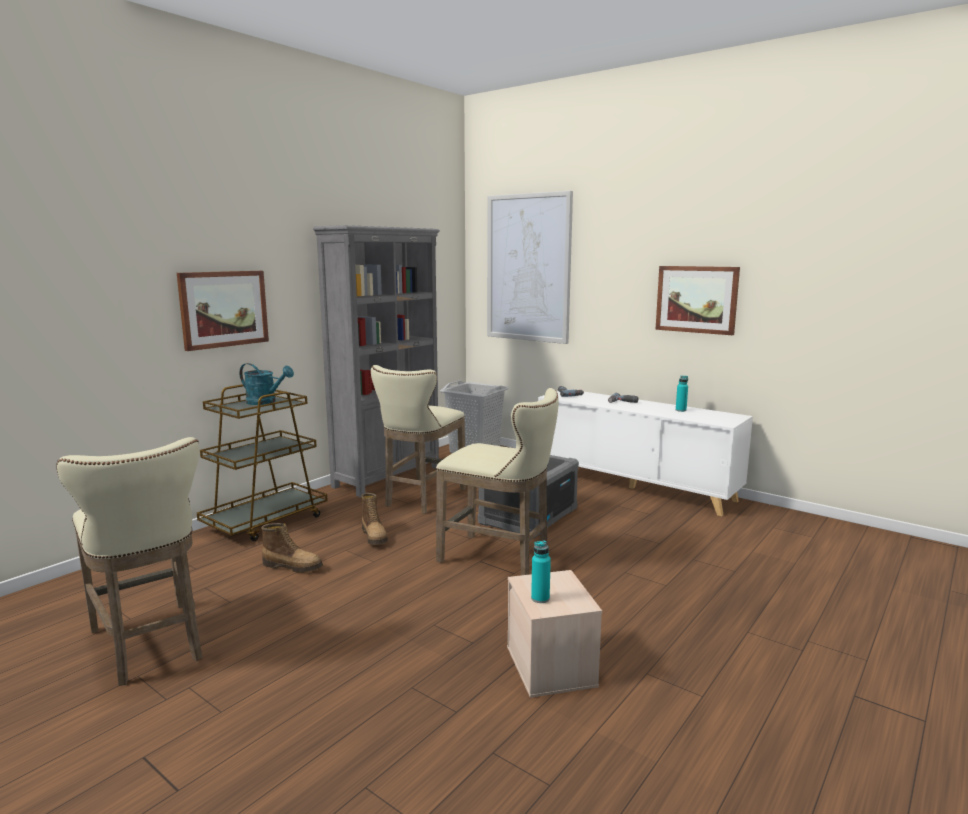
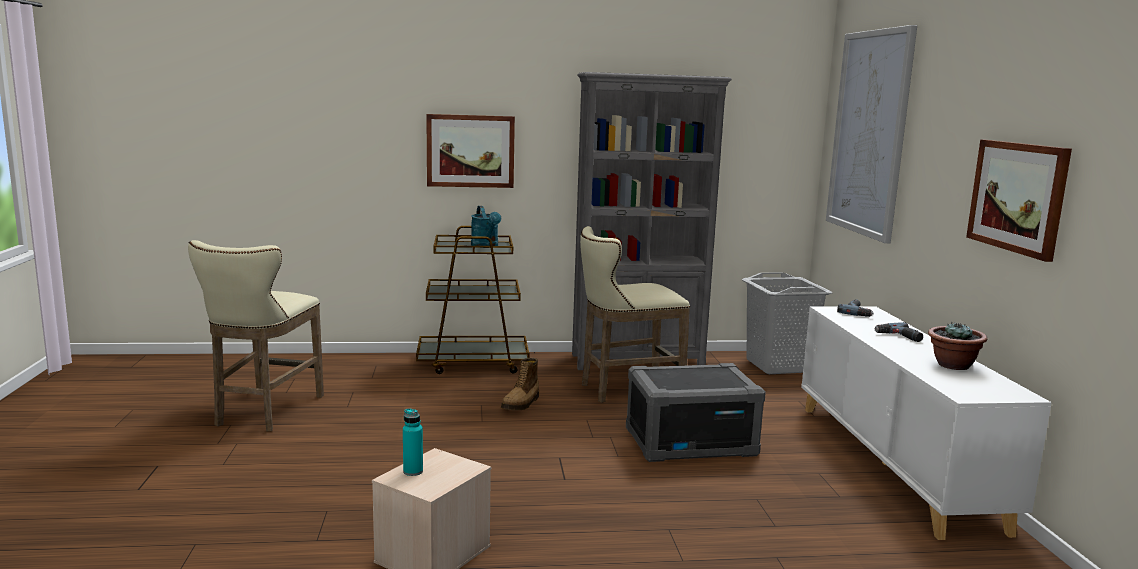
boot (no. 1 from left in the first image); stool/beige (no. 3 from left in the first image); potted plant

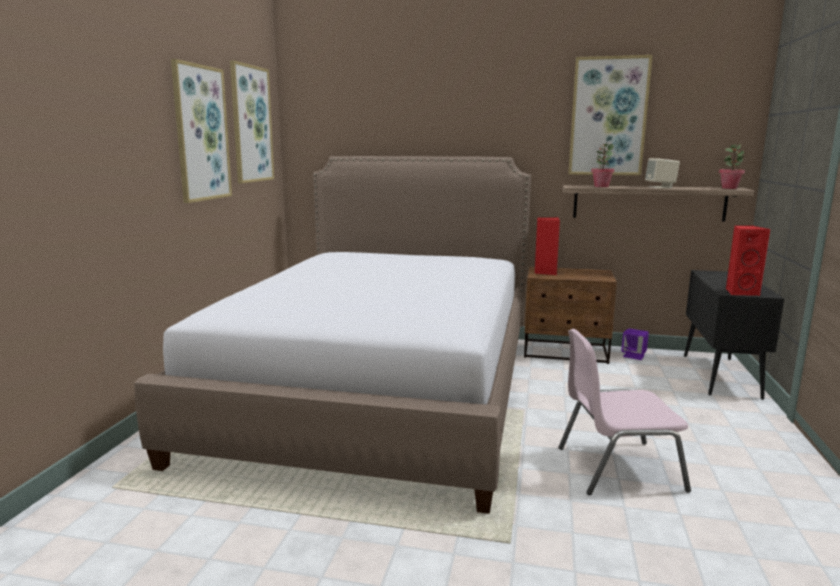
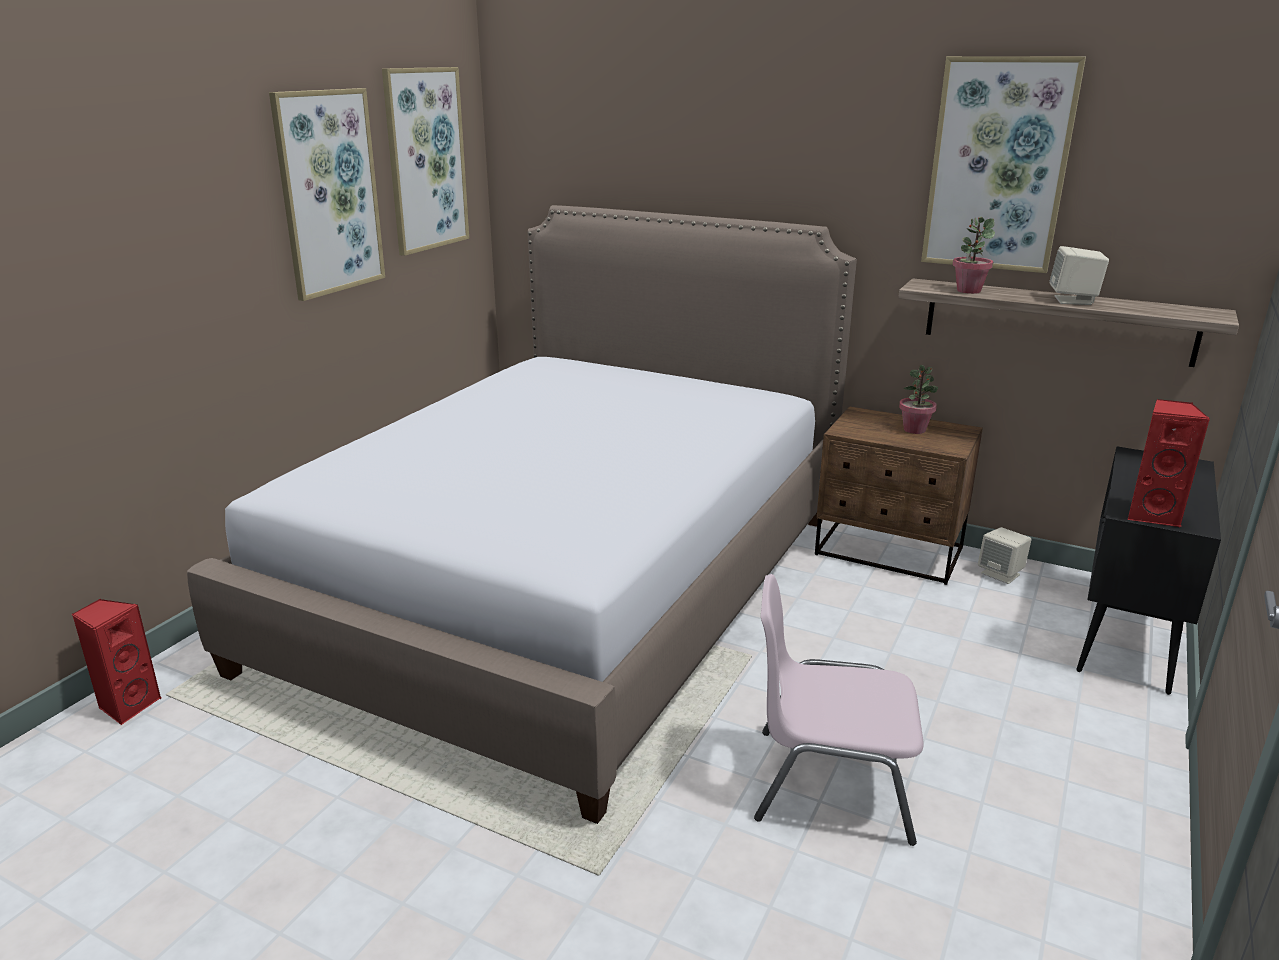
speaker/red (no. 1 from left); speaker/beige (no. 1 from left); potted plant (no. 1 from left)

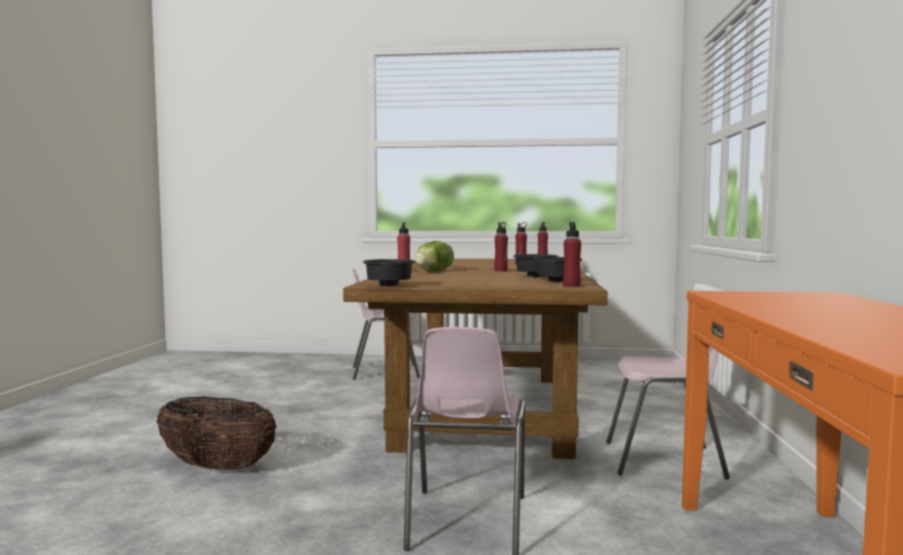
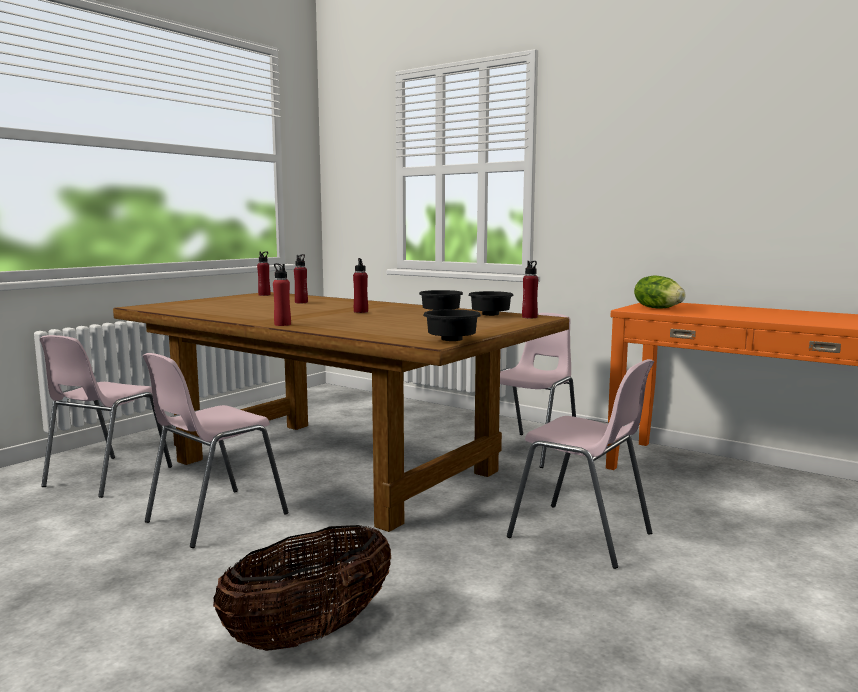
lettuce; chair/pink (no. 2 from left)

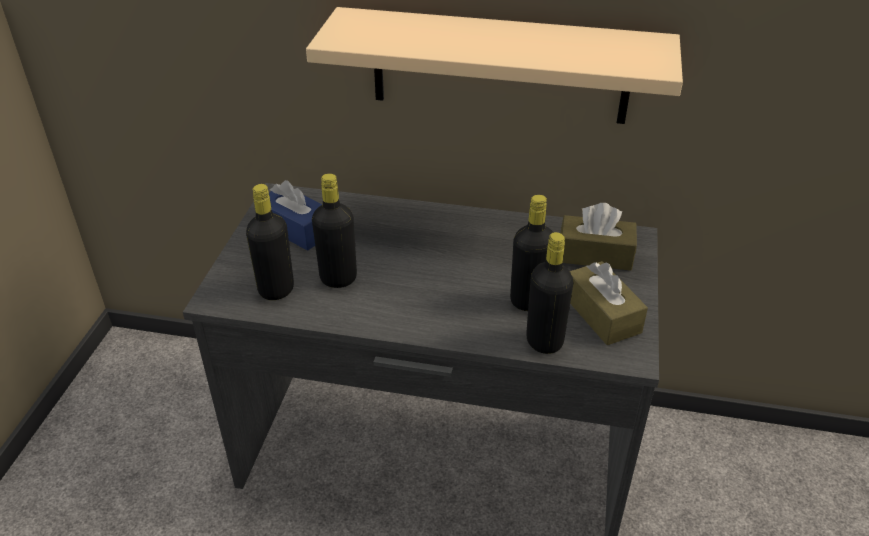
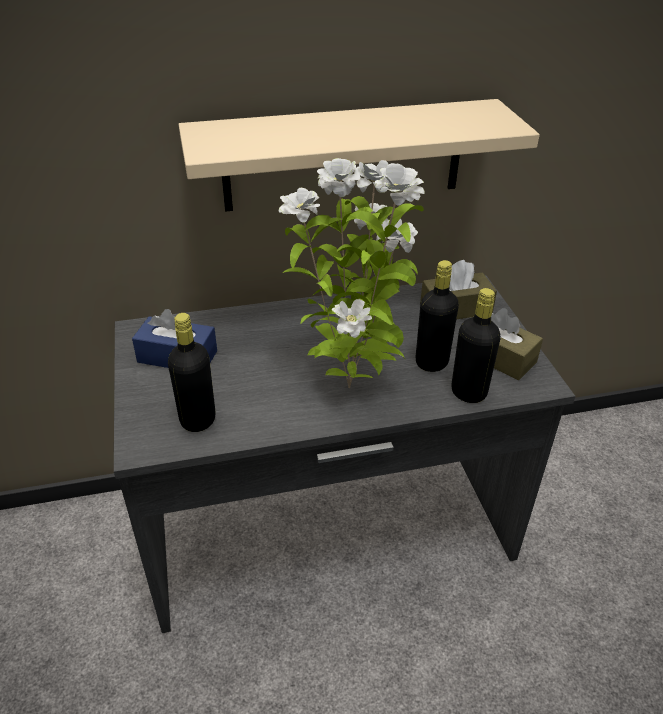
bottle/black (no. 2 from left in the first image); potted plant

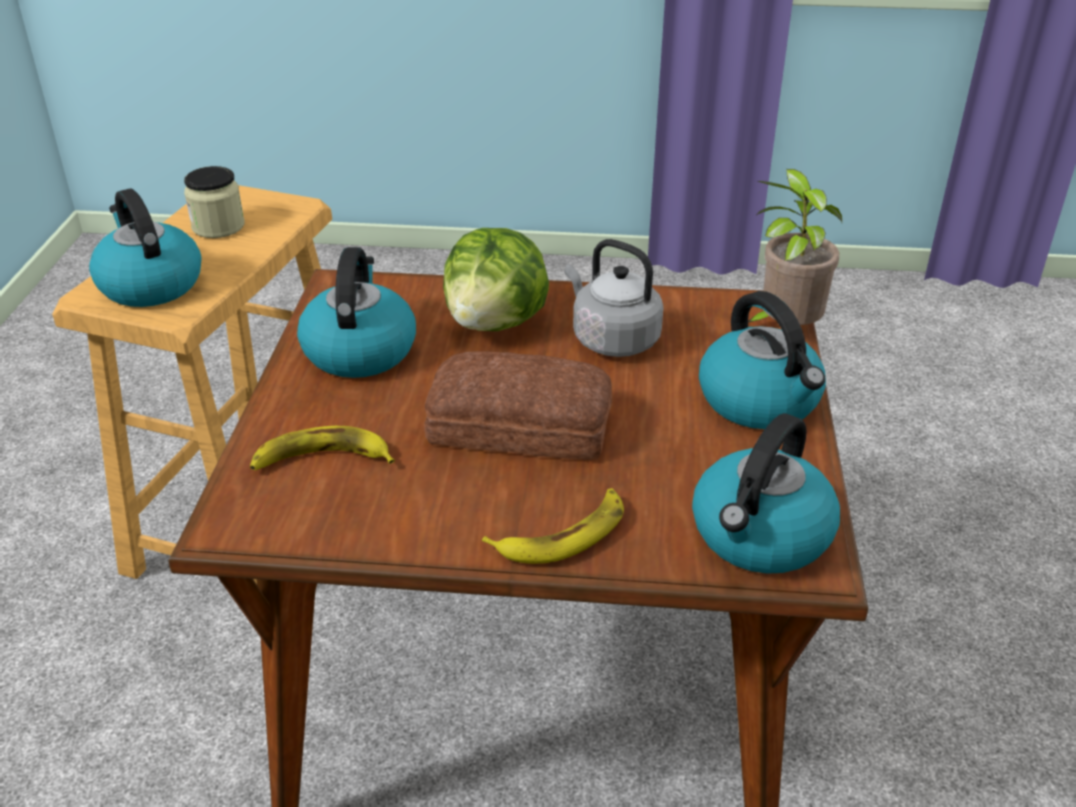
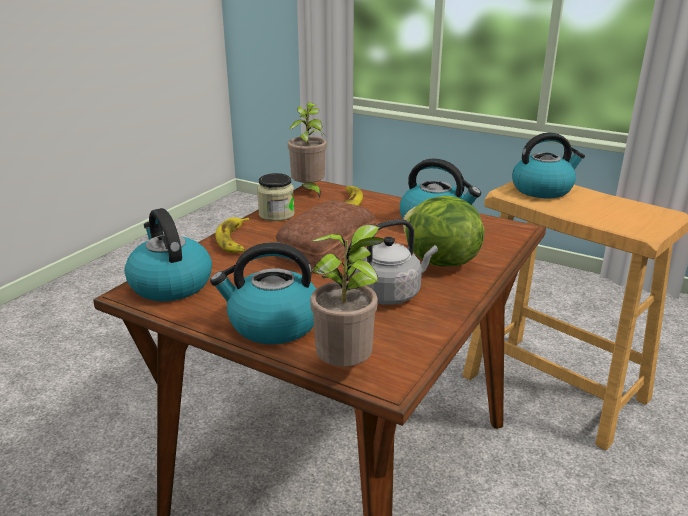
jar; potted plant (no. 1 from left)

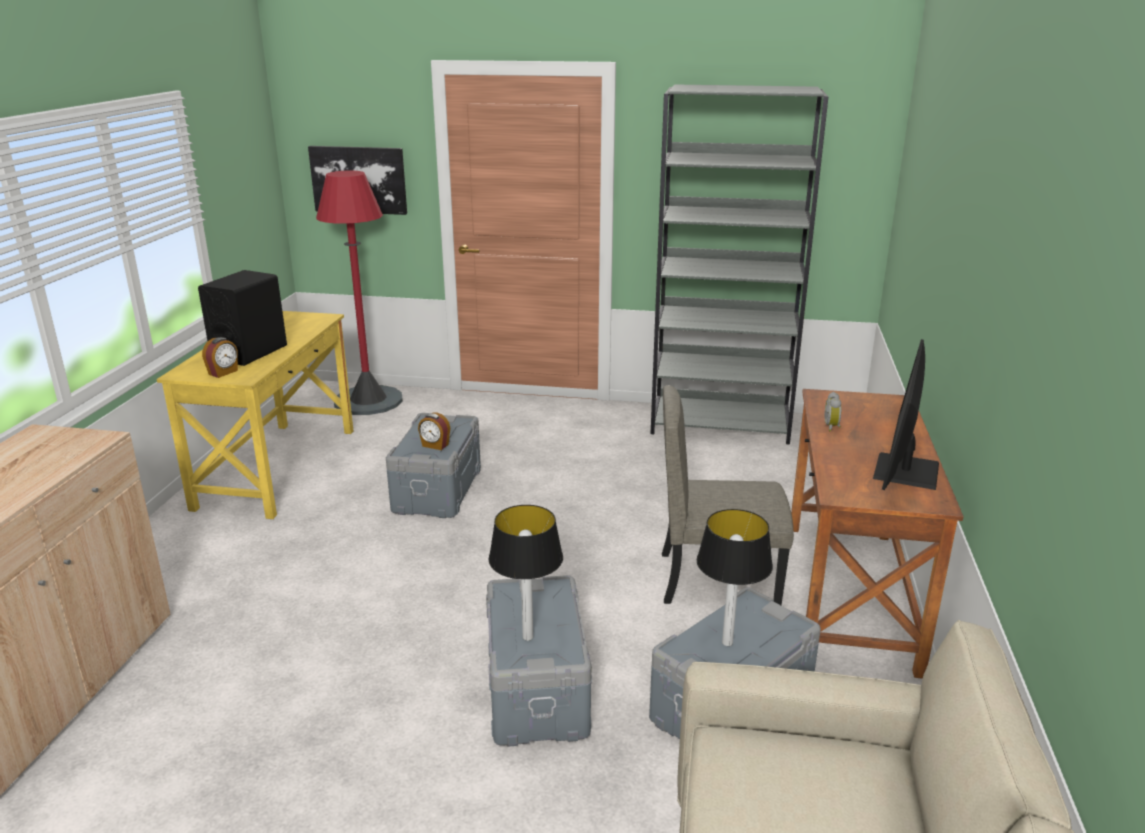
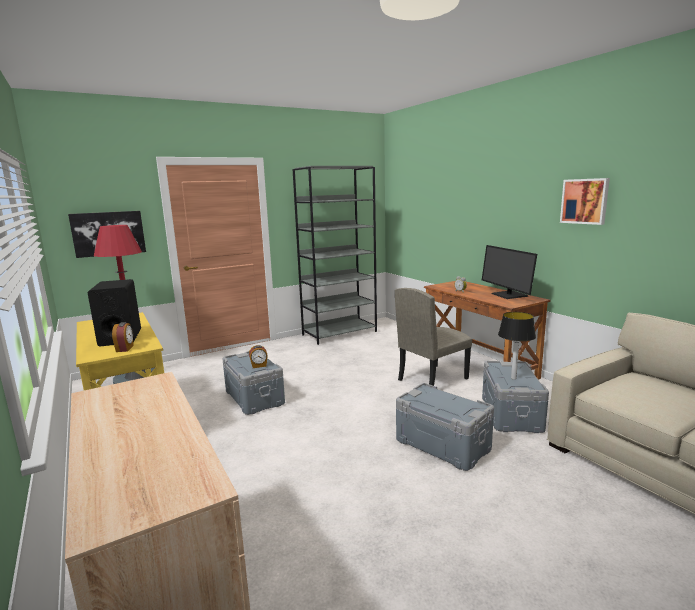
table lamp (no. 1 from left in the first image); picture (no. 2 from left)

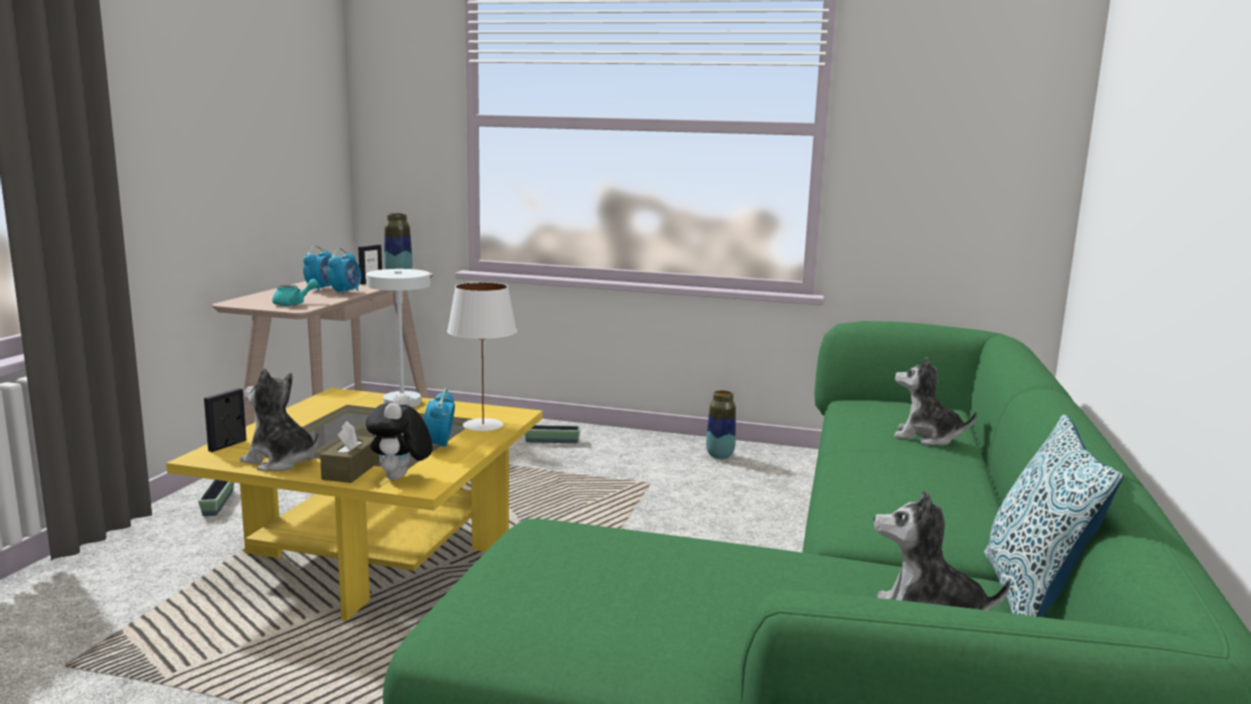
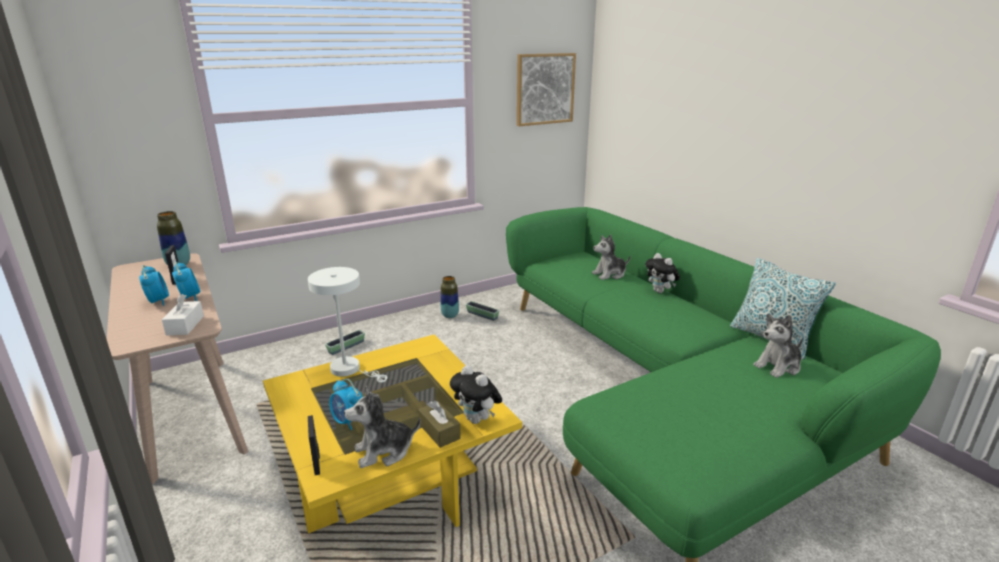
planter (no. 2 from left); tissue box/white; alarm clock (no. 3 from left); table lamp/white (no. 2 from left in the first image); picture; plush toy (no. 4 from left)

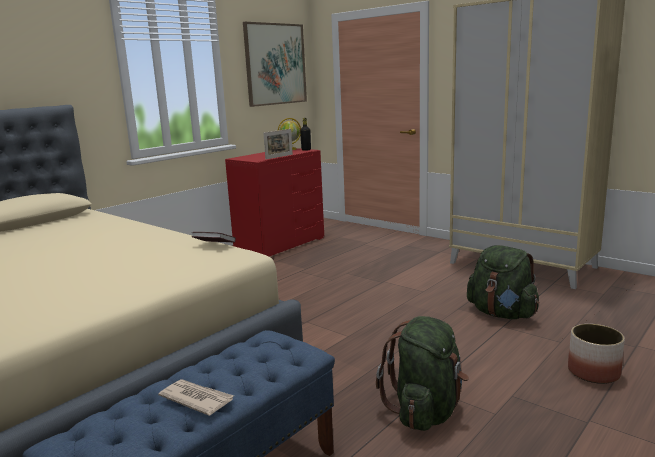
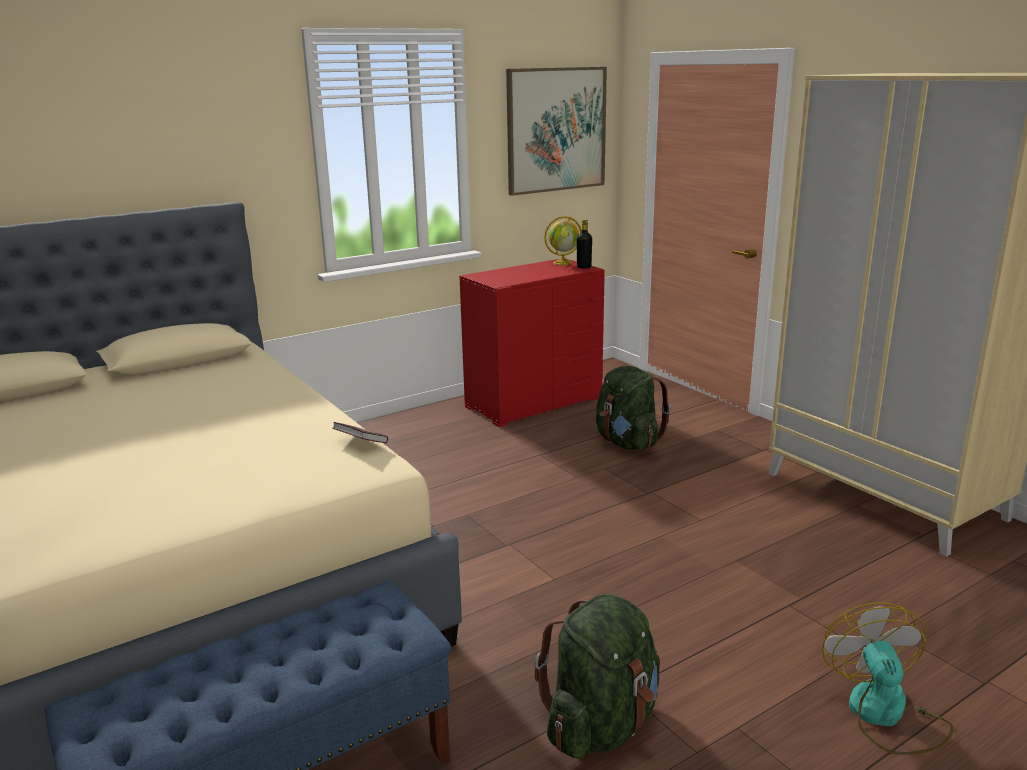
newspaper; picture frame; backpack/green (no. 2 from left); fan

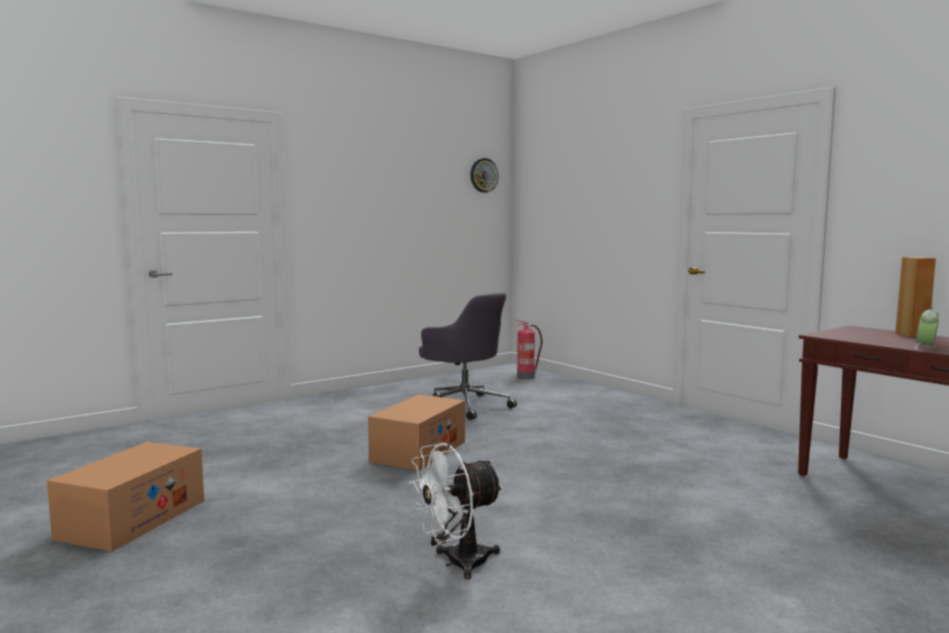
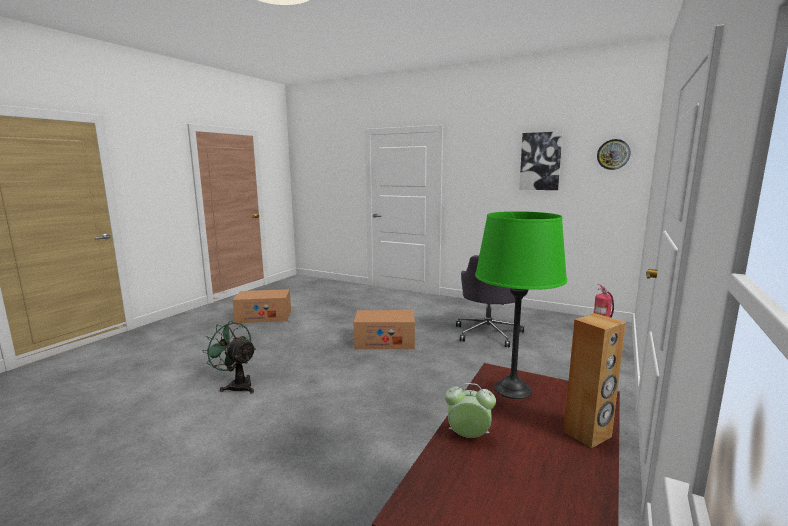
fan/green; table lamp/green; picture

